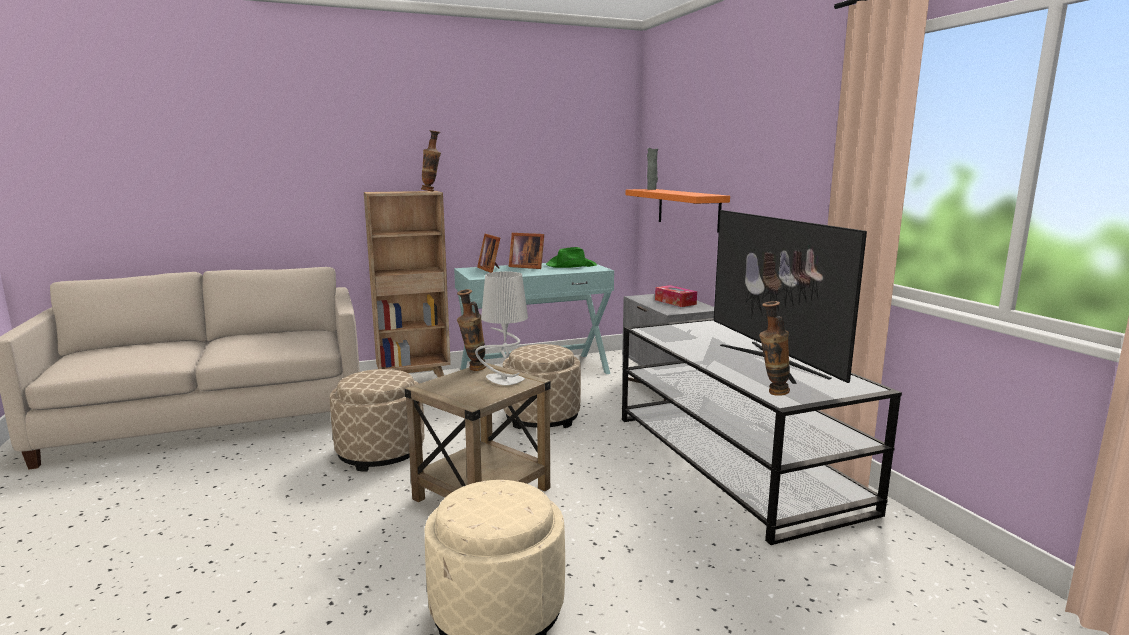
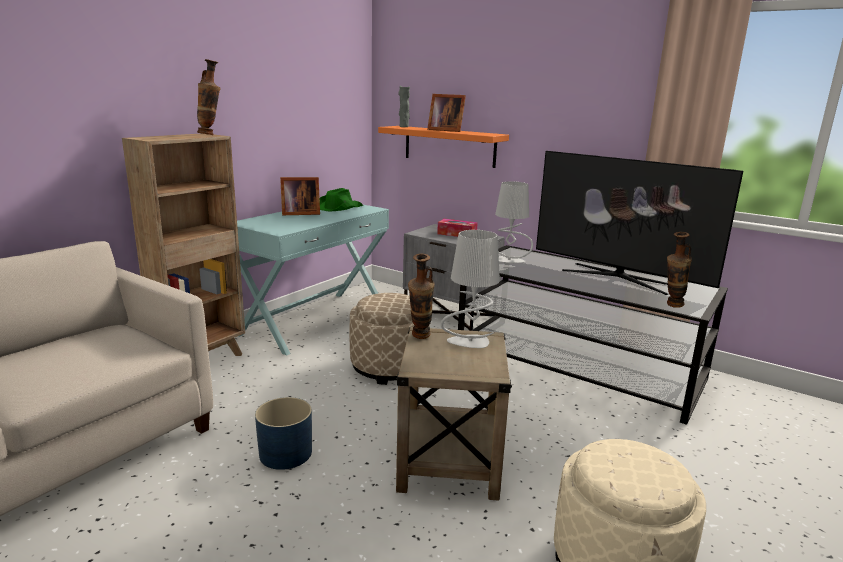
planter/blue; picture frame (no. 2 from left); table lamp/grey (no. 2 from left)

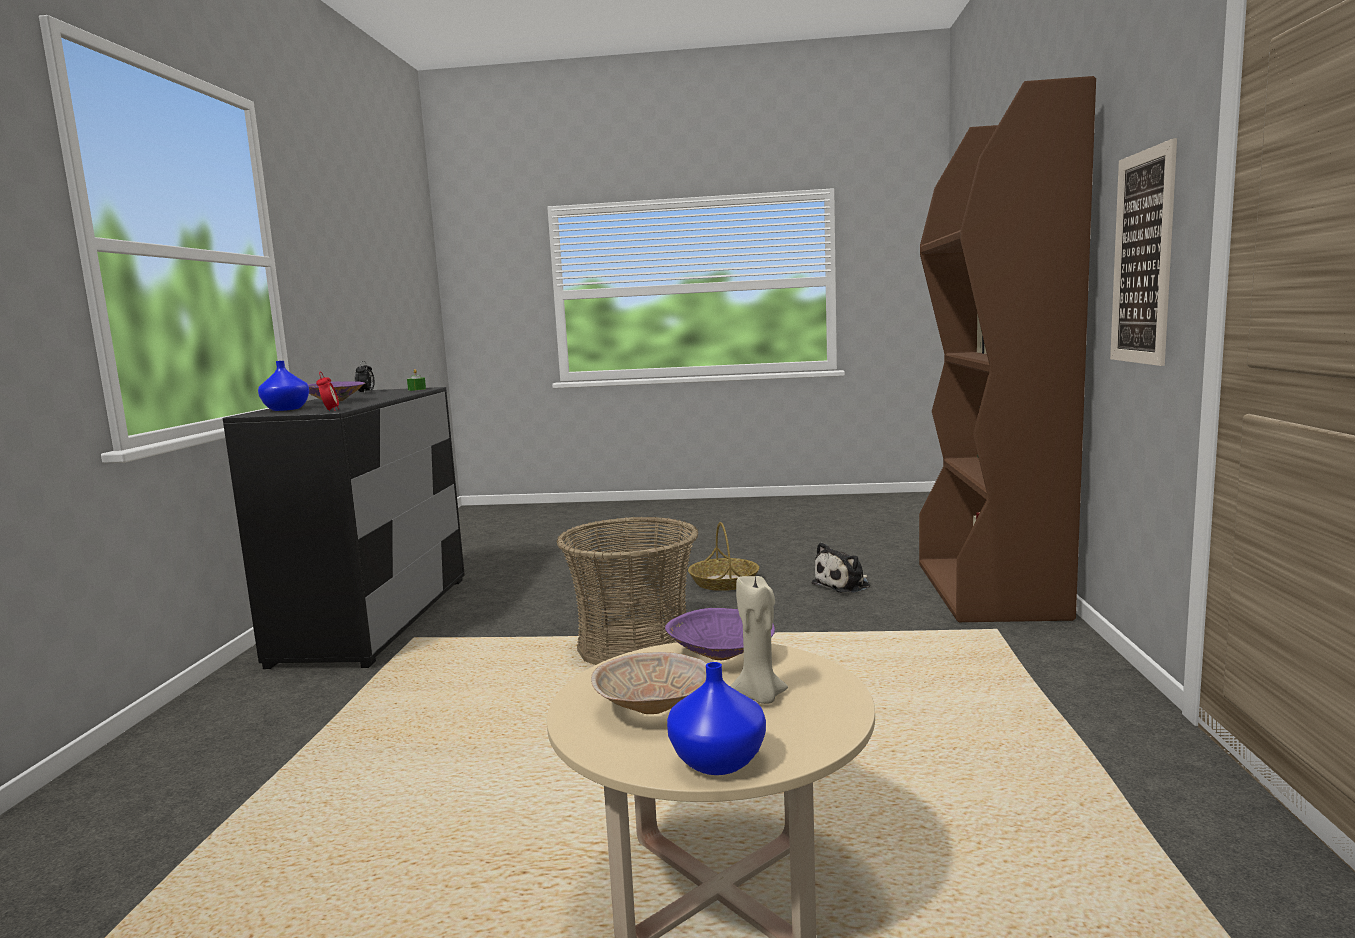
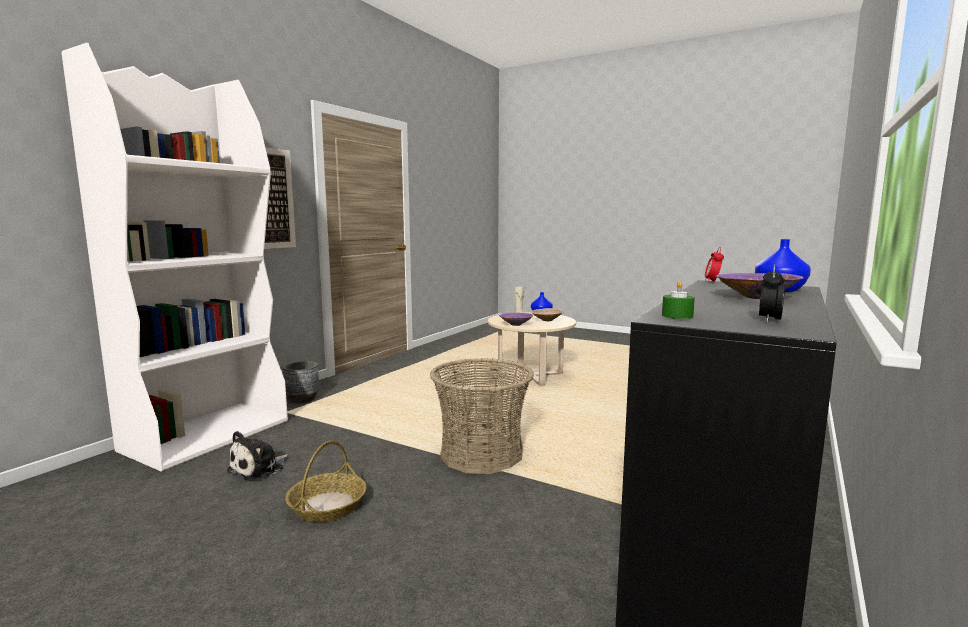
plush toy; bookcase/white; planter/grey

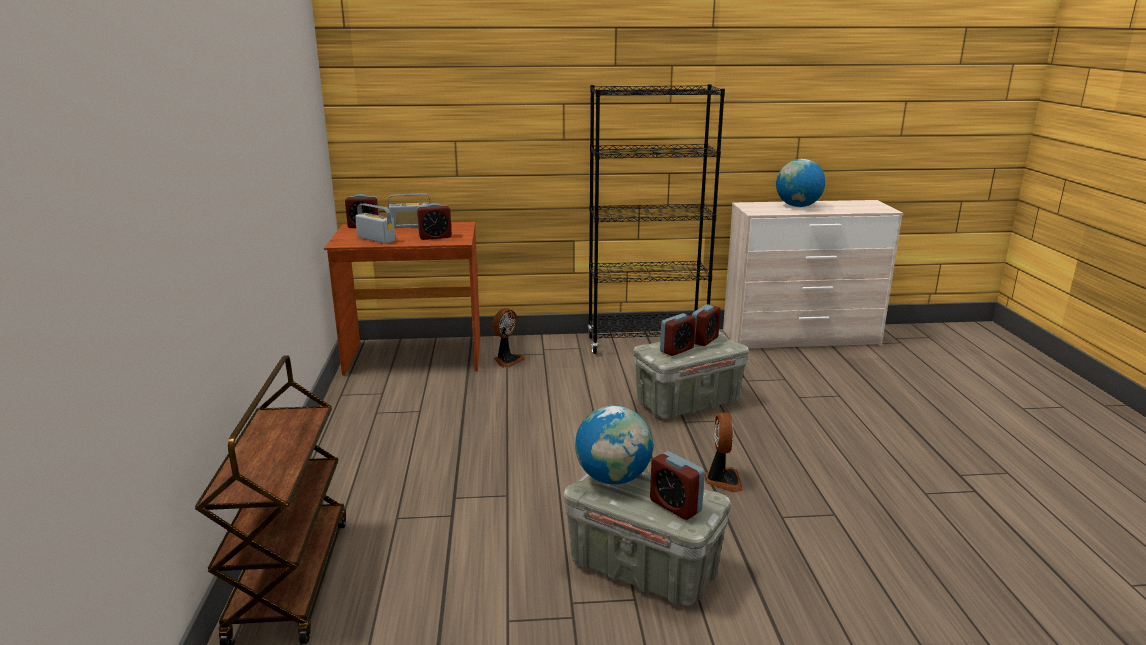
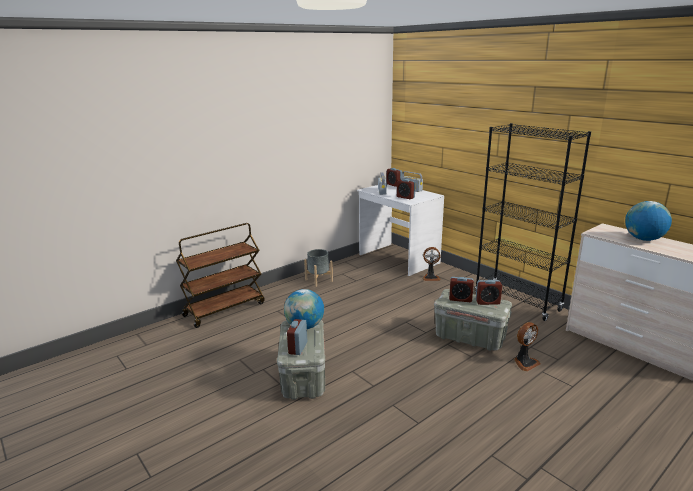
desk/white; fan (no. 2 from left); planter/grey

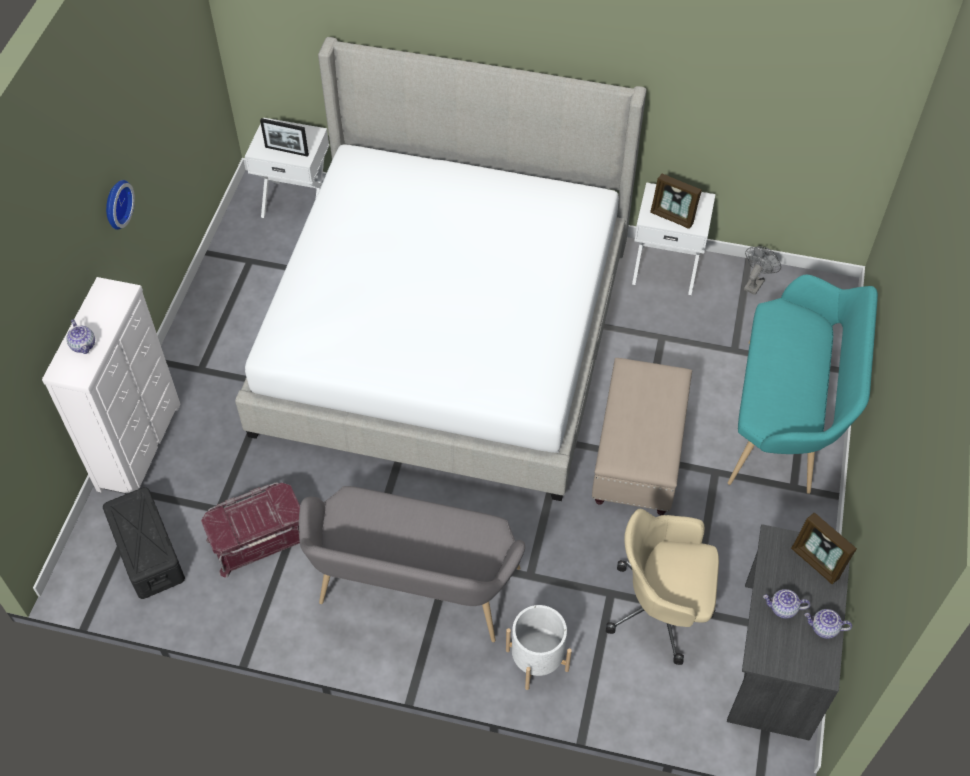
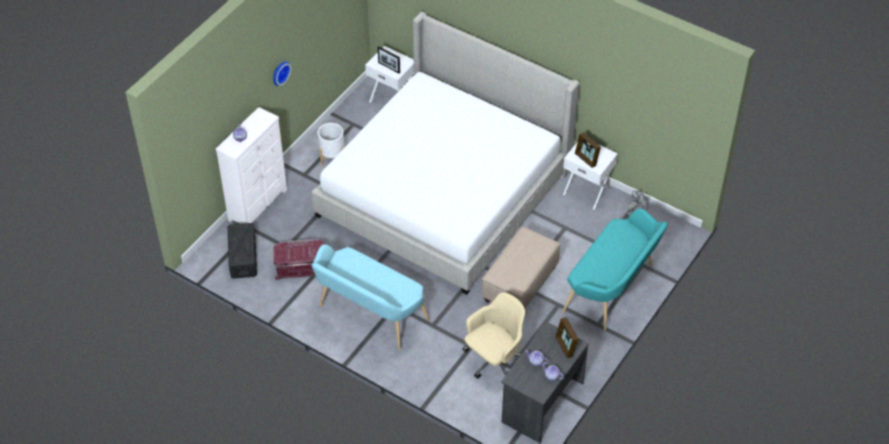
bench/turquoise (no. 1 from left); planter/white; office chair/beige

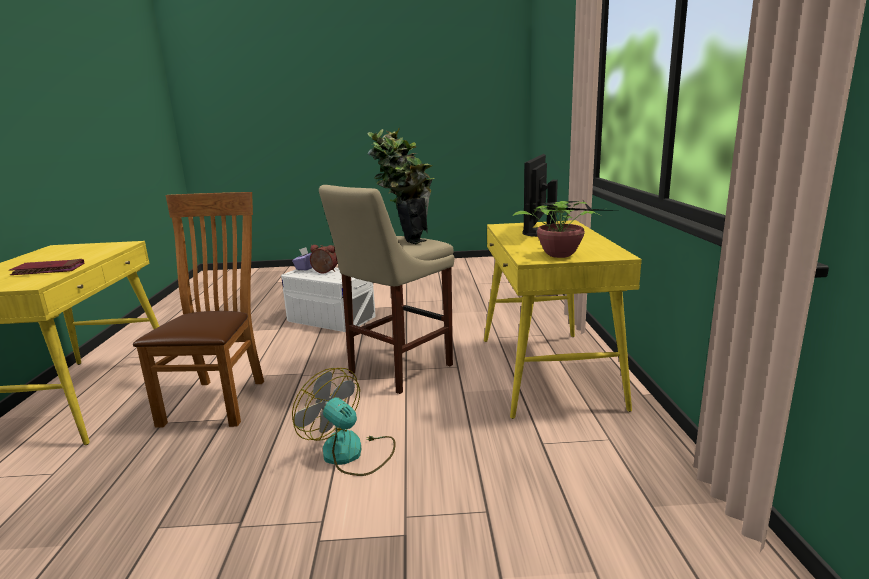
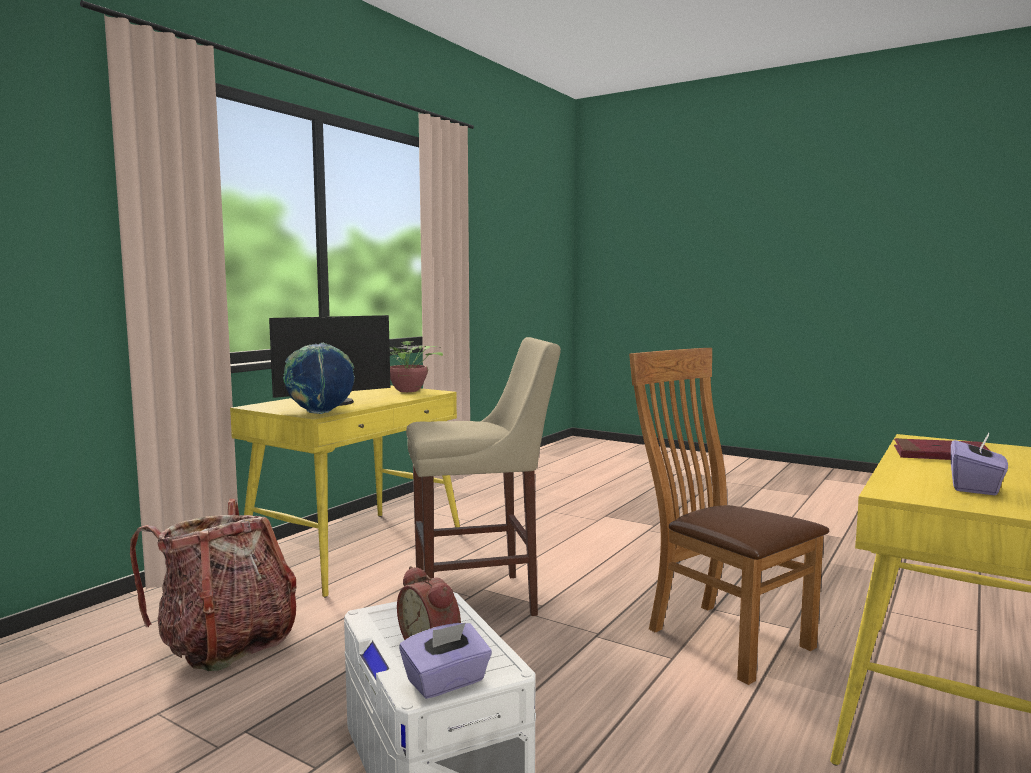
chair/brown; fan; potted plant (no. 1 from left in the first image); backpack; globe; tissue box/purple (no. 2 from left)

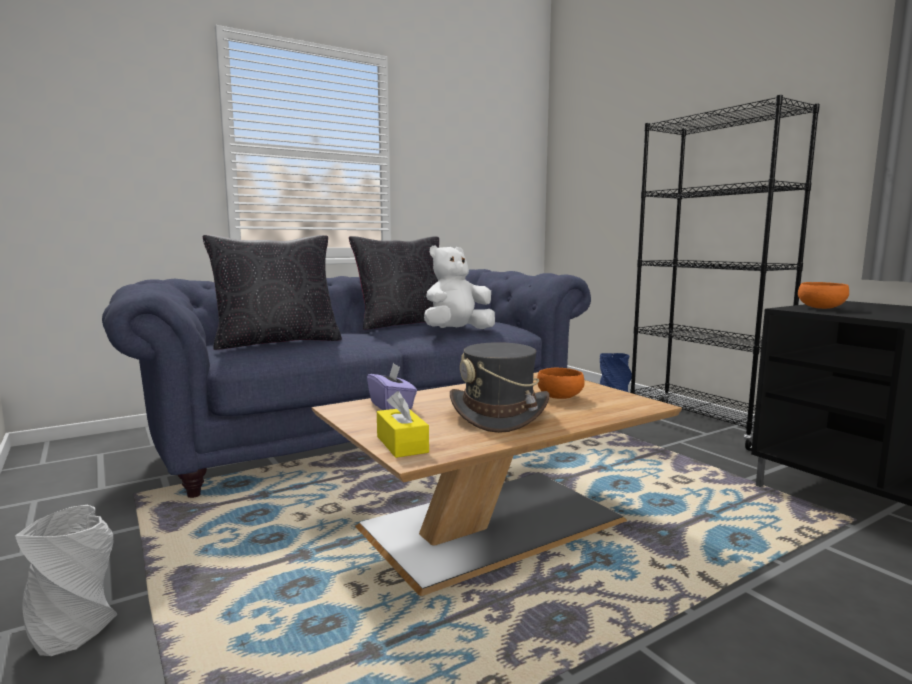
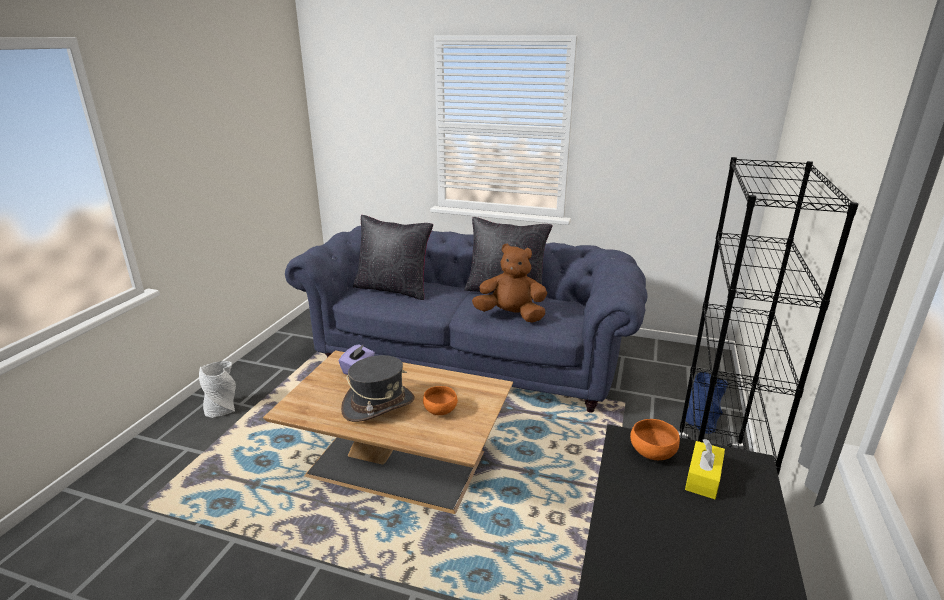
tissue box/yellow; plush toy/brown

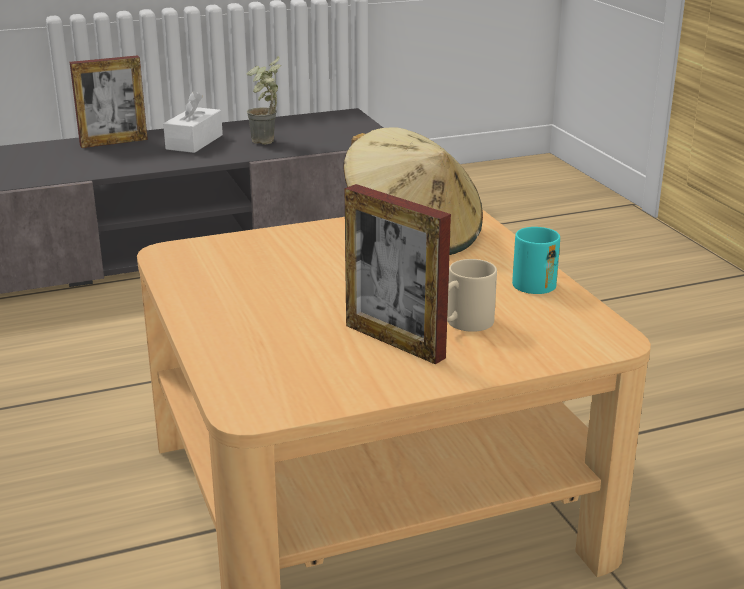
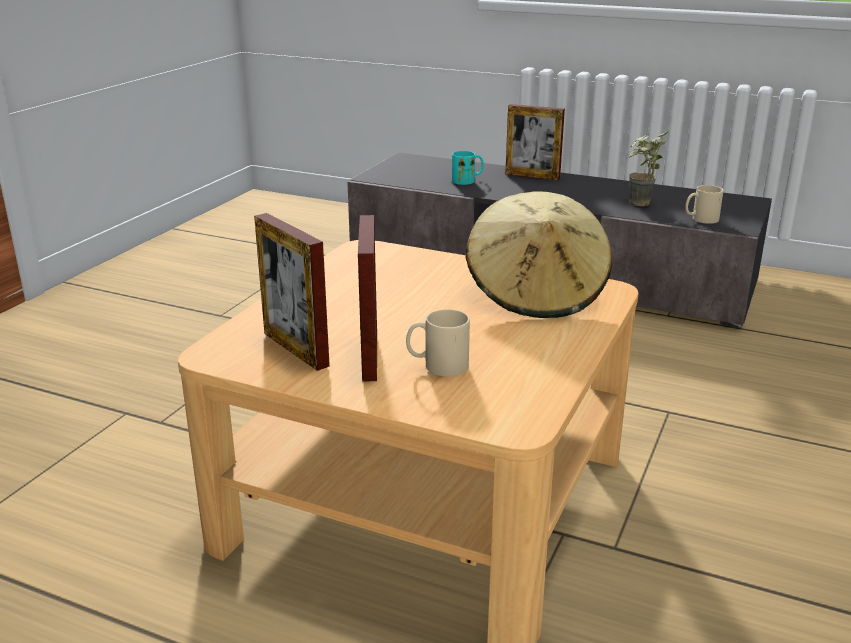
tissue box/white; mug/turquoise; picture frame (no. 1 from left); mug/beige (no. 2 from left)

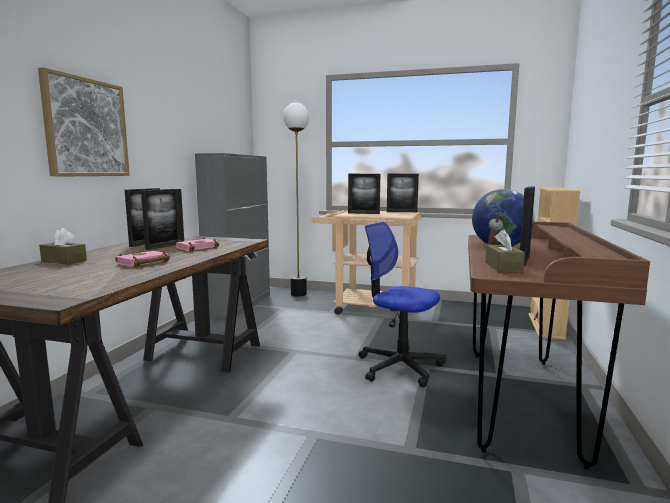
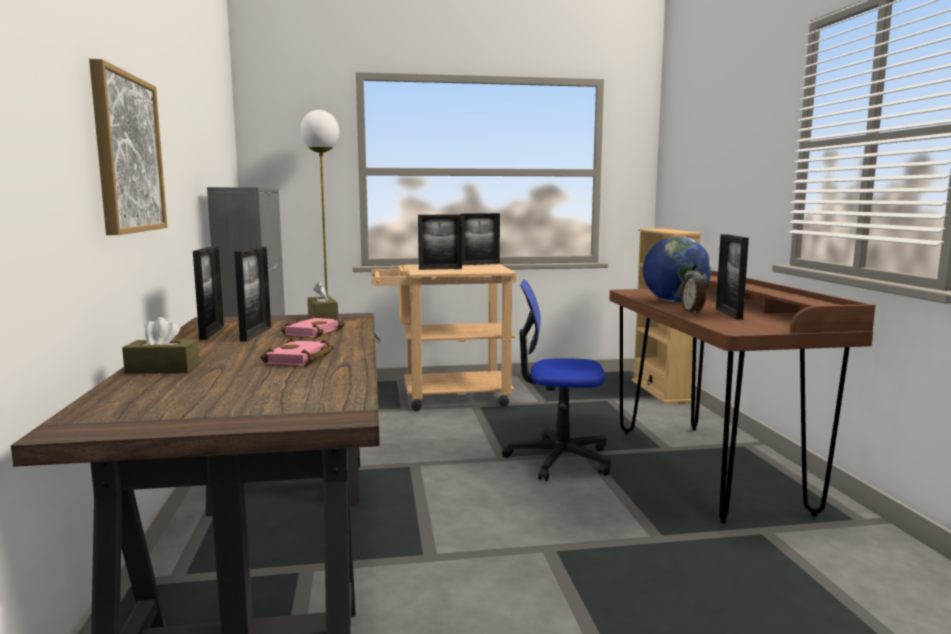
tissue box/brown (no. 2 from left)

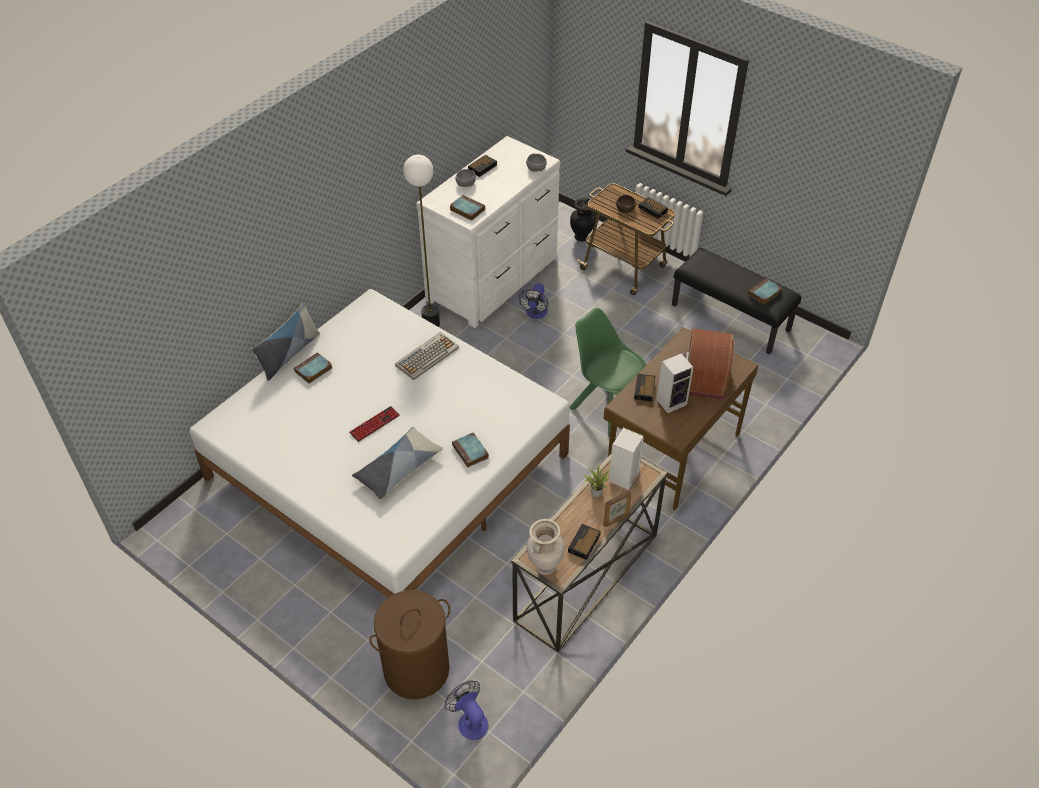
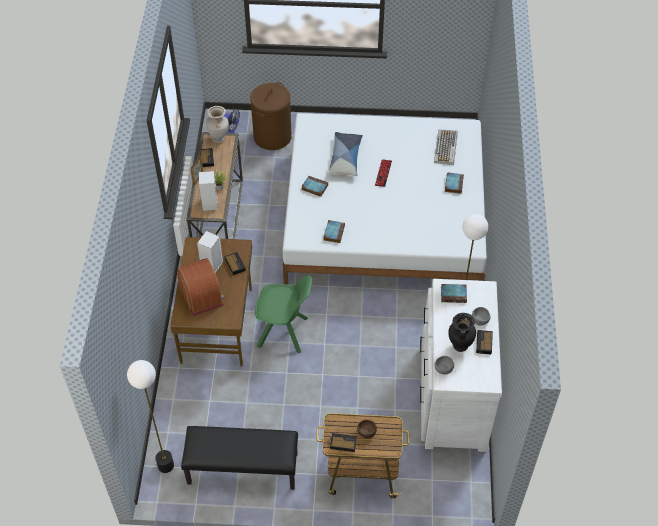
pillow (no. 1 from left in the first image); keyboard (no. 2 from left); fan (no. 2 from left in the first image); vase/black; book (no. 2 from left); floor lamp (no. 1 from left)

